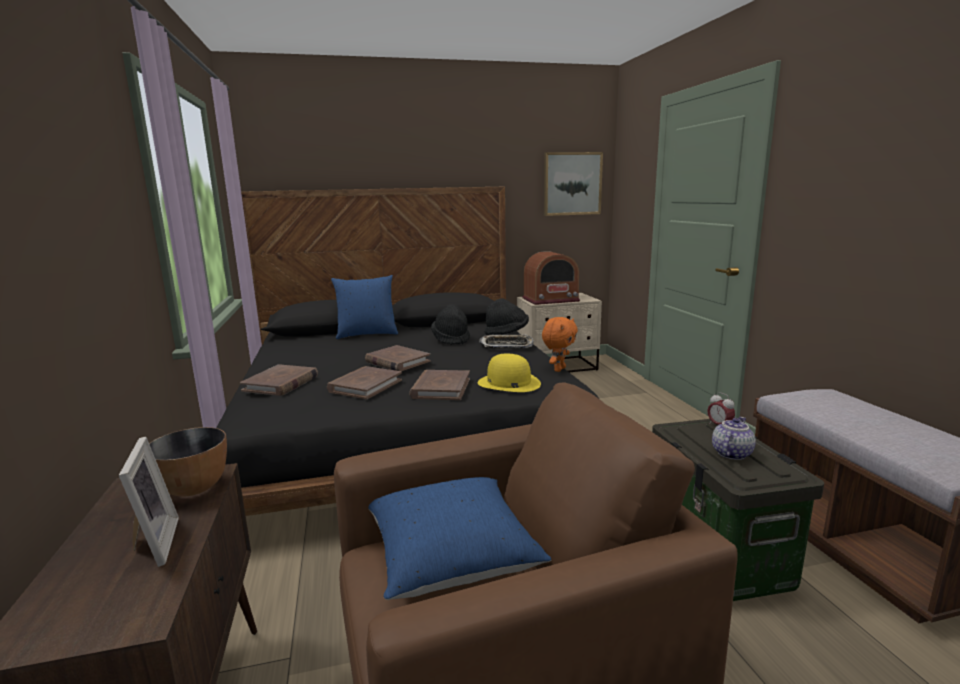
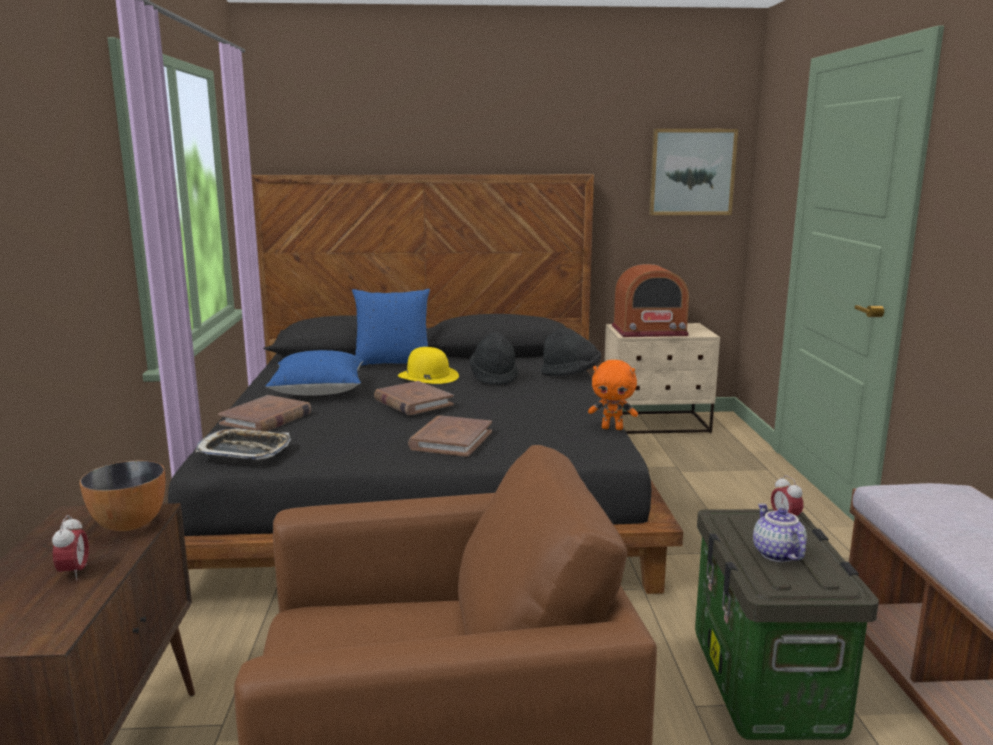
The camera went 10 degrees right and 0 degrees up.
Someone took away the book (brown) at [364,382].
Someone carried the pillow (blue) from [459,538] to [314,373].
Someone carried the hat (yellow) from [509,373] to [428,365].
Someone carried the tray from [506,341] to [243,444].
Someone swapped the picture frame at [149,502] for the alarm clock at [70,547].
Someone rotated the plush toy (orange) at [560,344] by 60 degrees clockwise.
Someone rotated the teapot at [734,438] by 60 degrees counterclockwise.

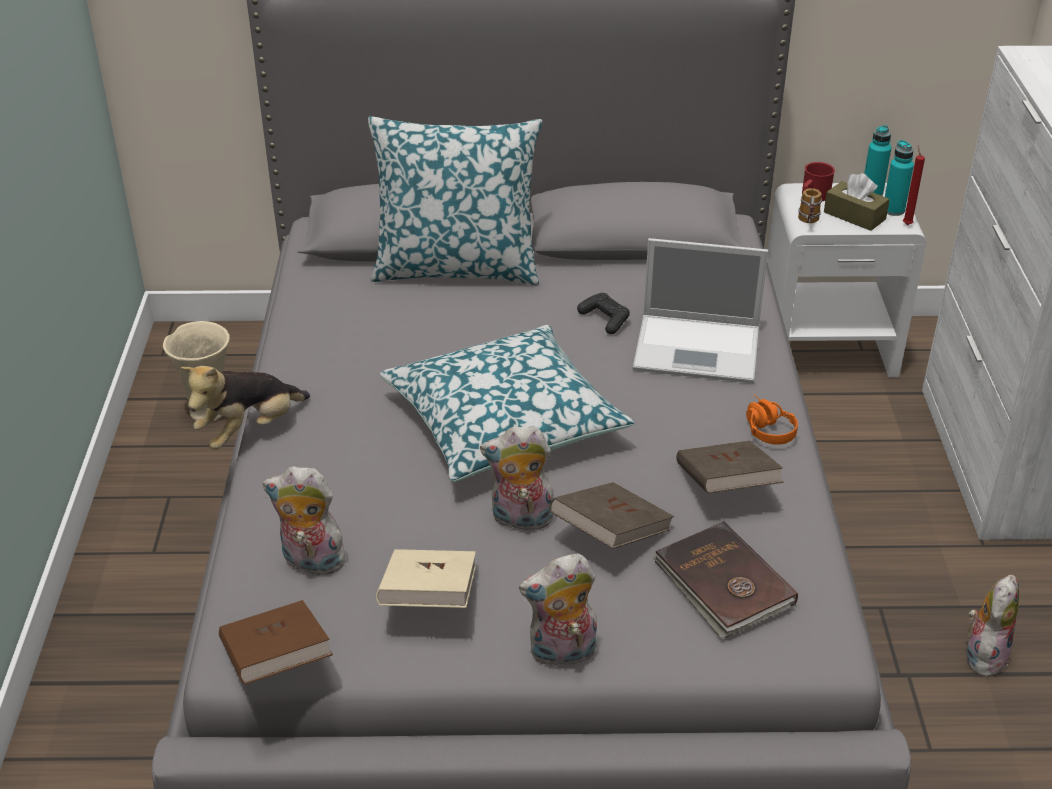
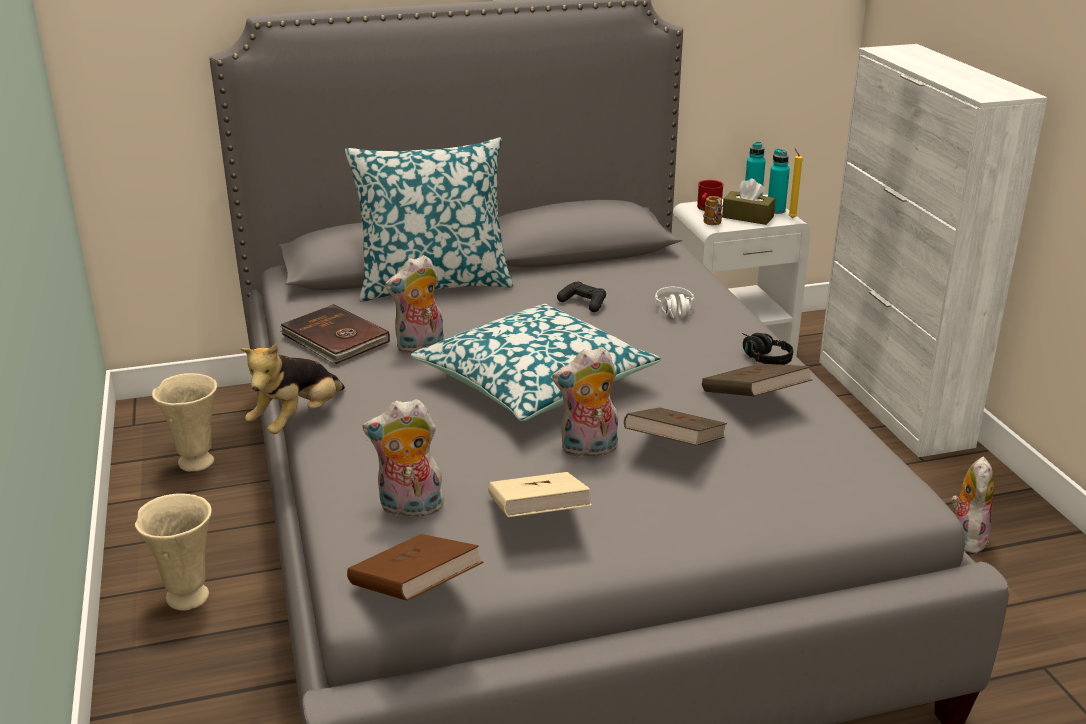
The camera went 15 degrees left and 10 degrees down.
Someone put down the vase (beige) at [173,552].
Someone carried the plush toy from [558,610] to [414,304].
Someone carried the book (brown) from [725,579] to [335,334].
Someone swapped the laptop at [700,310] for the headphones (white) at [674,302].
Someone repainted the headphones (orange) at [772,419], which became the headphones (black) at [767,349].
Someone repainted the candle (red) at [914,185], which became the candle (yellow) at [795,183].

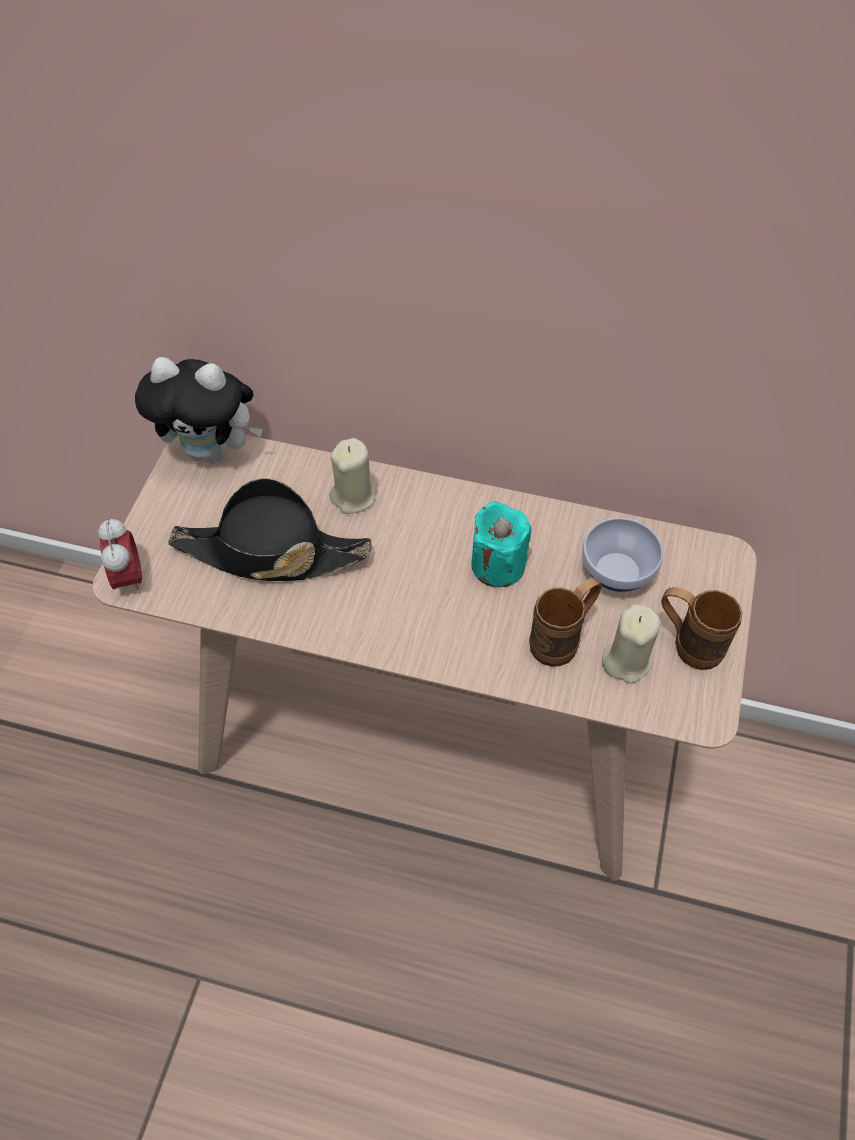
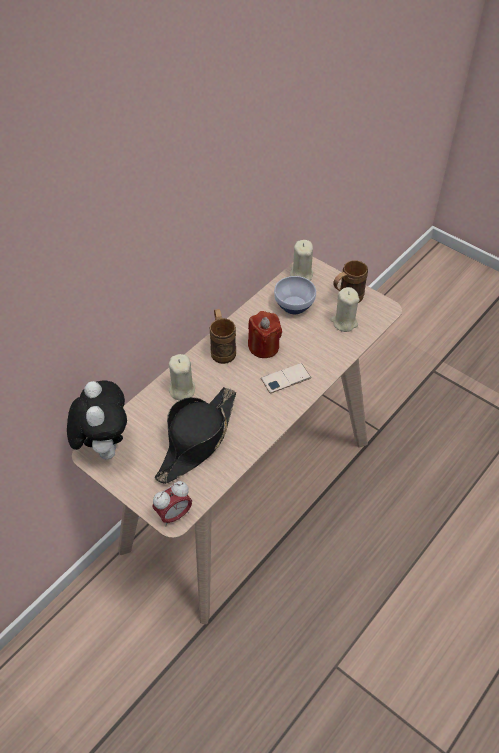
The camera went 65 degrees left and 5 degrees down.
Someone put down the phone at [286,378].
Someone put down the candle (beige) at [301,260].
Someone carried the mug (brown) from [565,622] to [223,336].
Someone repainted the candle (turquoise) at [501,544], which became the candle (red) at [265,334].
Someone rotated the alarm clock at [120,555] by 135 degrees clockwise.
Someone rotated the plush toy at [199,410] by 45 degrees counterclockwise.

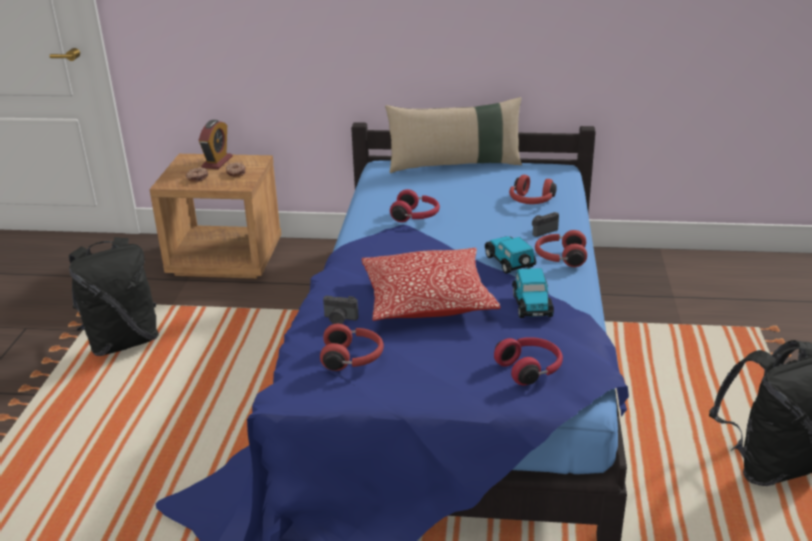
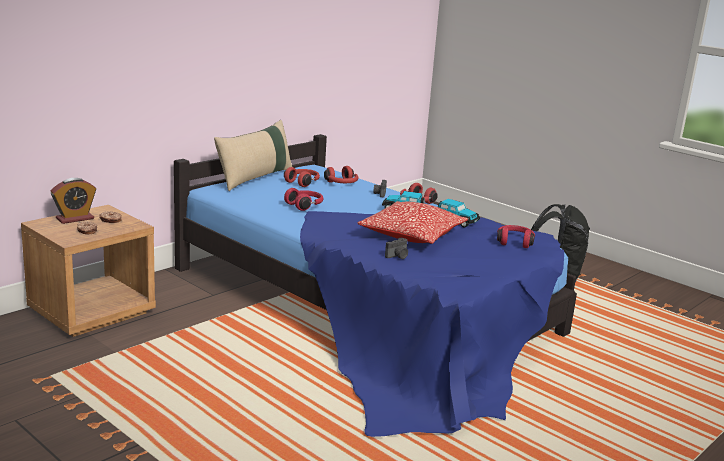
The camera went 55 degrees left and 10 degrees down.
Someone took away the backpack (black) at [114,296].
Someone carried the headphones (red) from [352,347] to [302,177].
Someone rotated the alarm clock at [215,144] by 90 degrees clockwise.

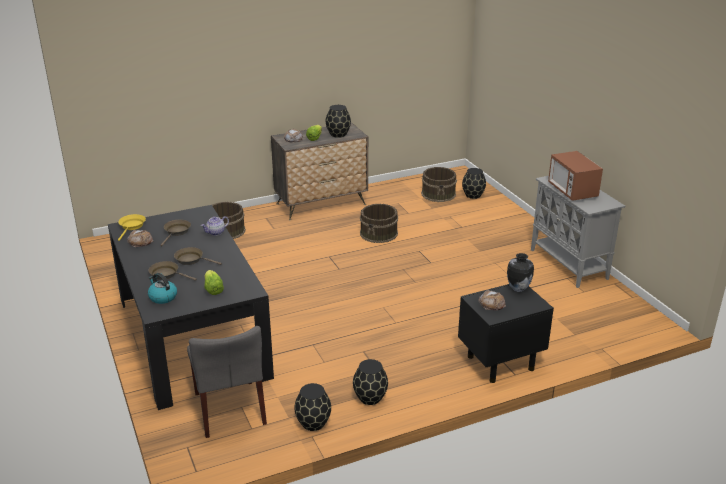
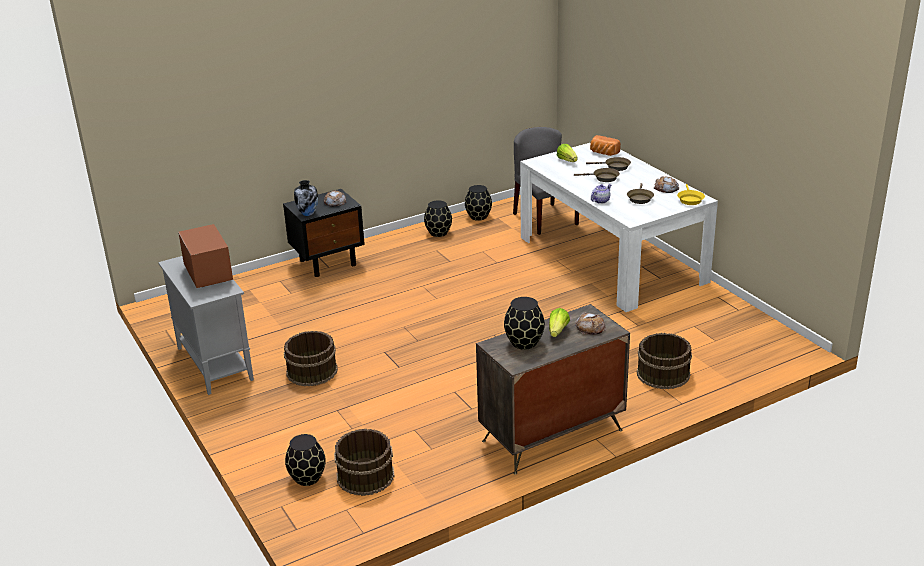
The camera went 175 degrees right and 0 degrees up.
Someone carried the bucket (brown) from [379,223] to [311,358].
Someone swapped the kettle at [162,288] for the bread at [605,145].
Someone repainted the dining table (black) at [191,307], which became the dining table (white) at [619,227].

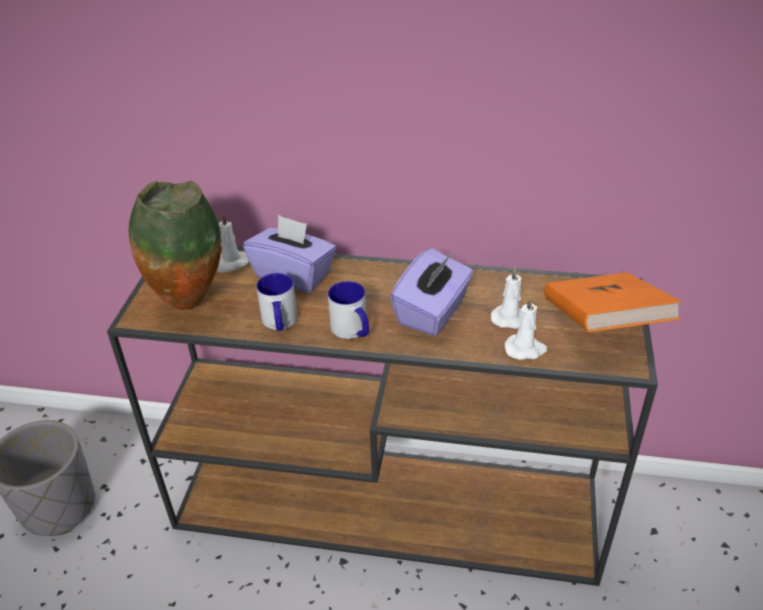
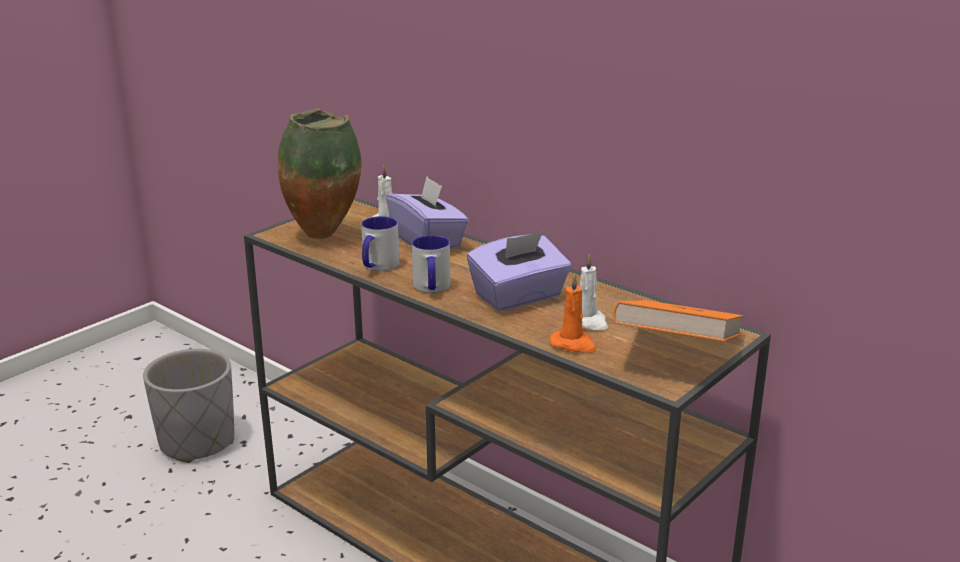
The camera went 30 degrees right and 15 degrees down.
Someone repainted the candle (white) at [525,328], which became the candle (orange) at [573,313].

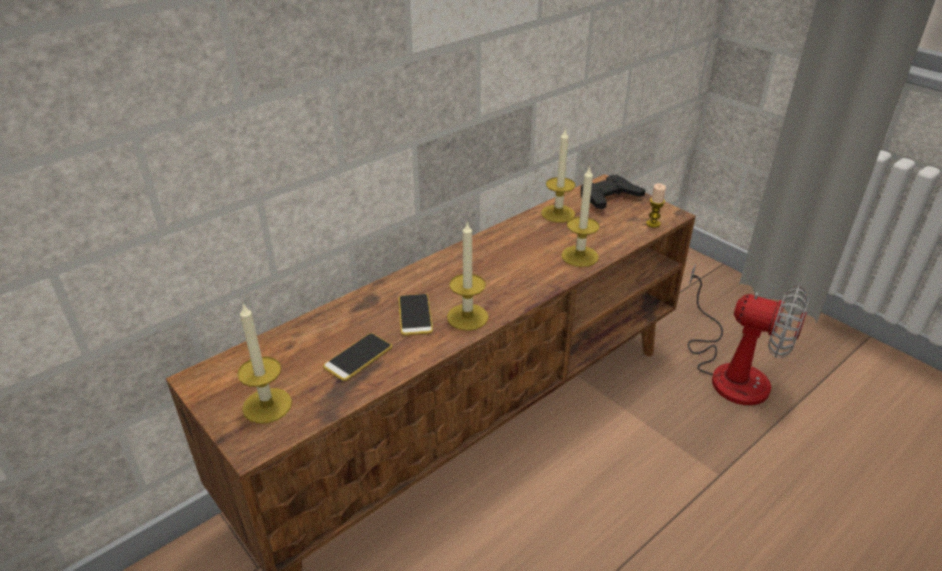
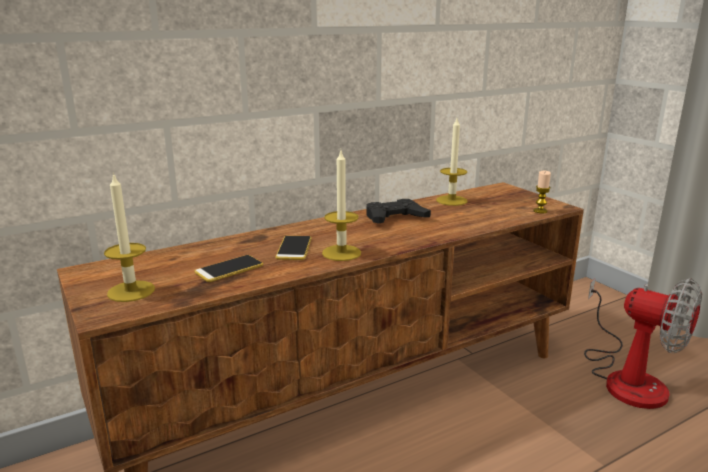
The camera went 10 degrees right and 15 degrees down.
Someone took away the candle at [580,216].
Someone carried the game controller (black) from [613,192] to [398,211].

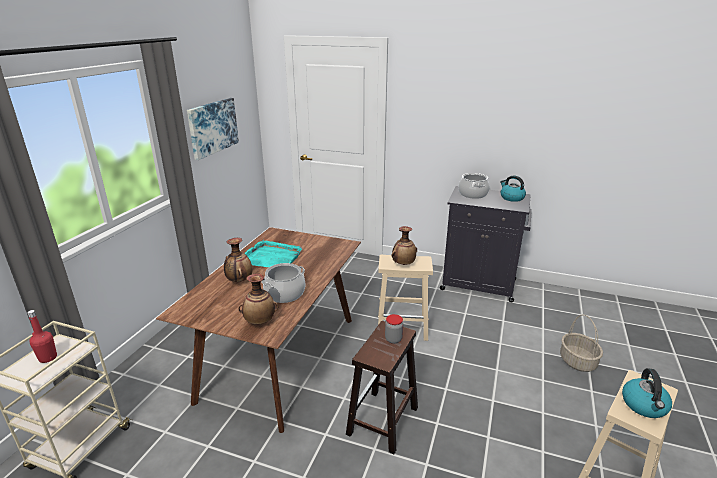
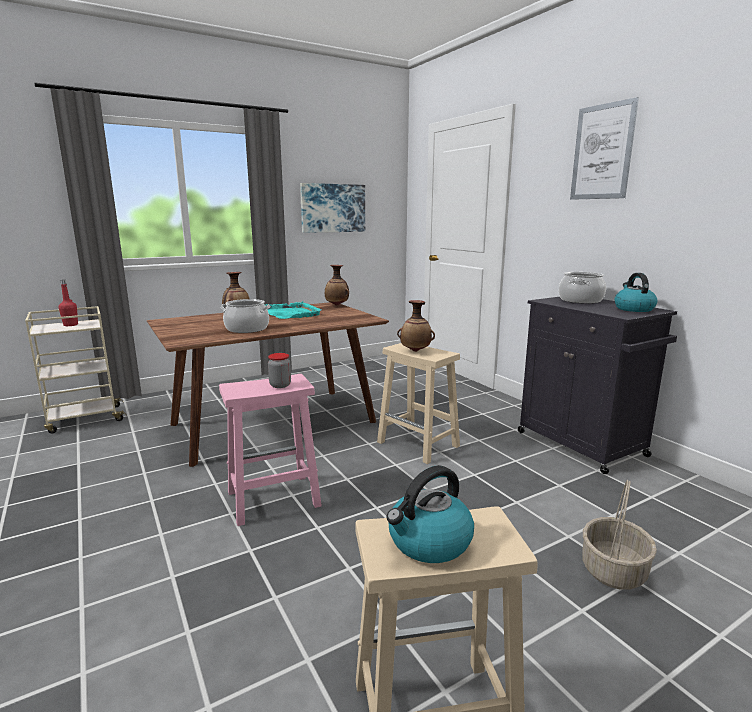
The camera went 40 degrees right and 10 degrees down.
Someone put up the picture at [604,148].
Someone carried the vase from [258,299] to [337,285].
Someone repainted the stool (brown) at [382,387], which became the stool (pink) at [270,450].

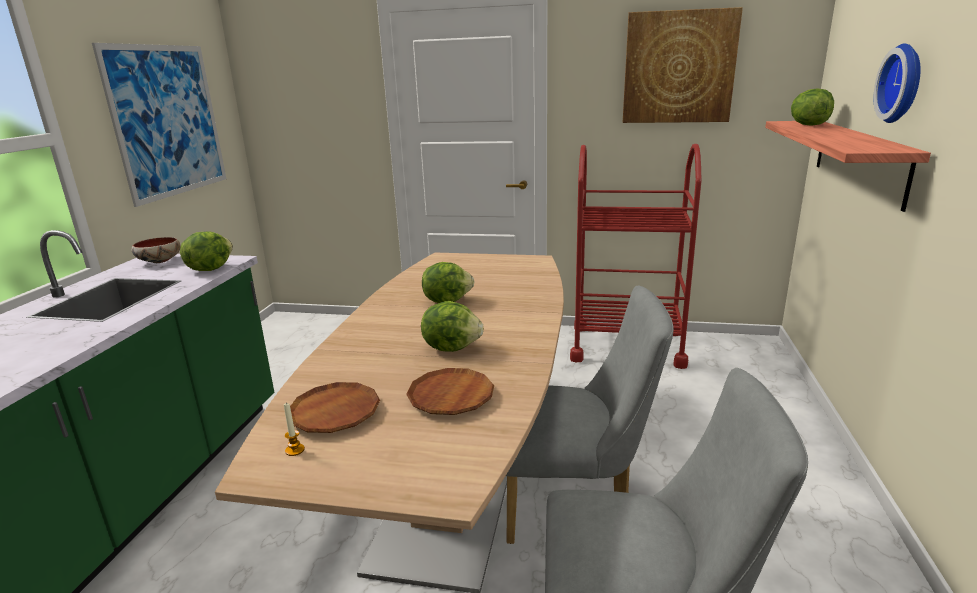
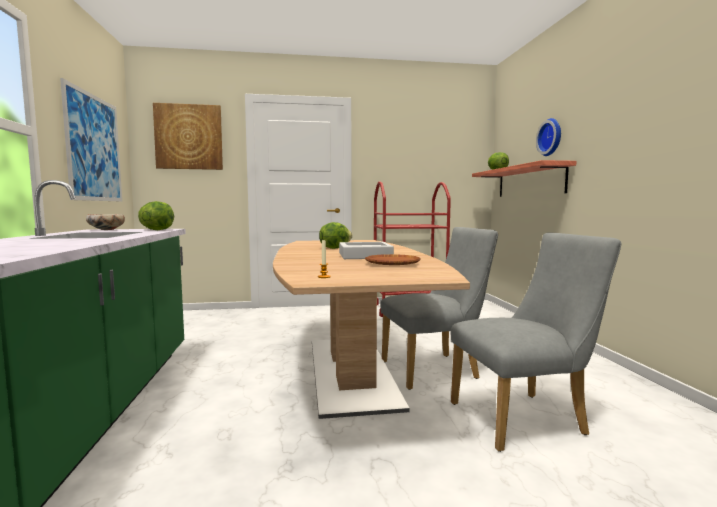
The camera went 20 degrees left and 15 degrees down.
Someone took away the plate (brown) at [335,407].
Someone carried the picture from [683,65] to [188,136].
Someone swapped the lettuce at [452,326] for the tray (grey) at [366,250].

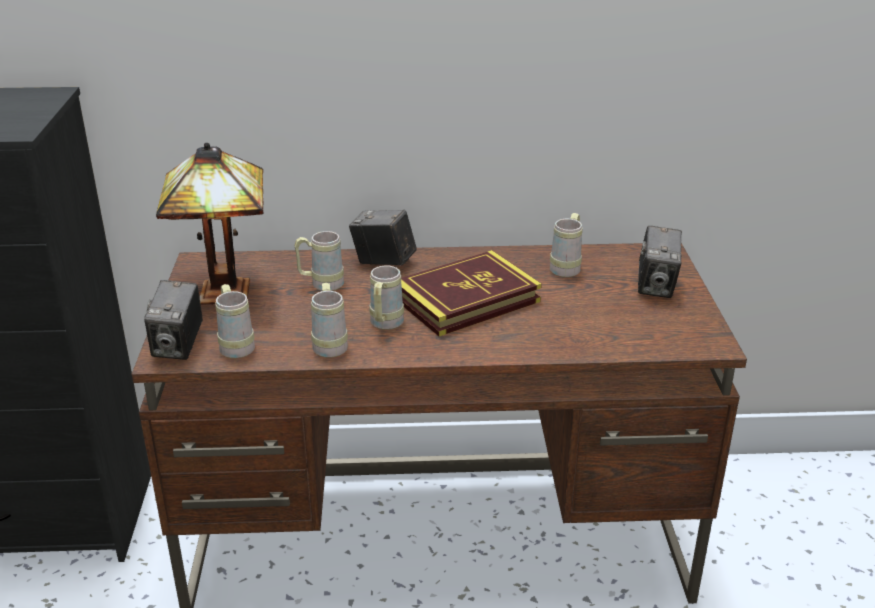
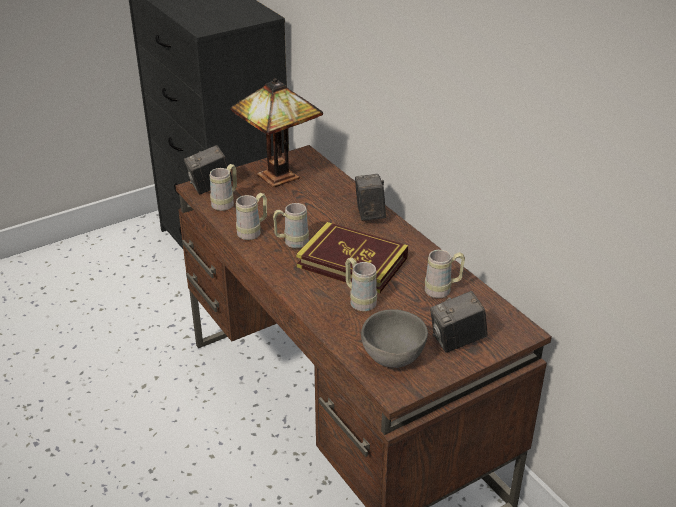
The camera went 60 degrees right and 5 degrees up.
Someone put down the bowl (grey) at [394,338].
Someone carried the mug (beige) from [319,261] to [361,284].

